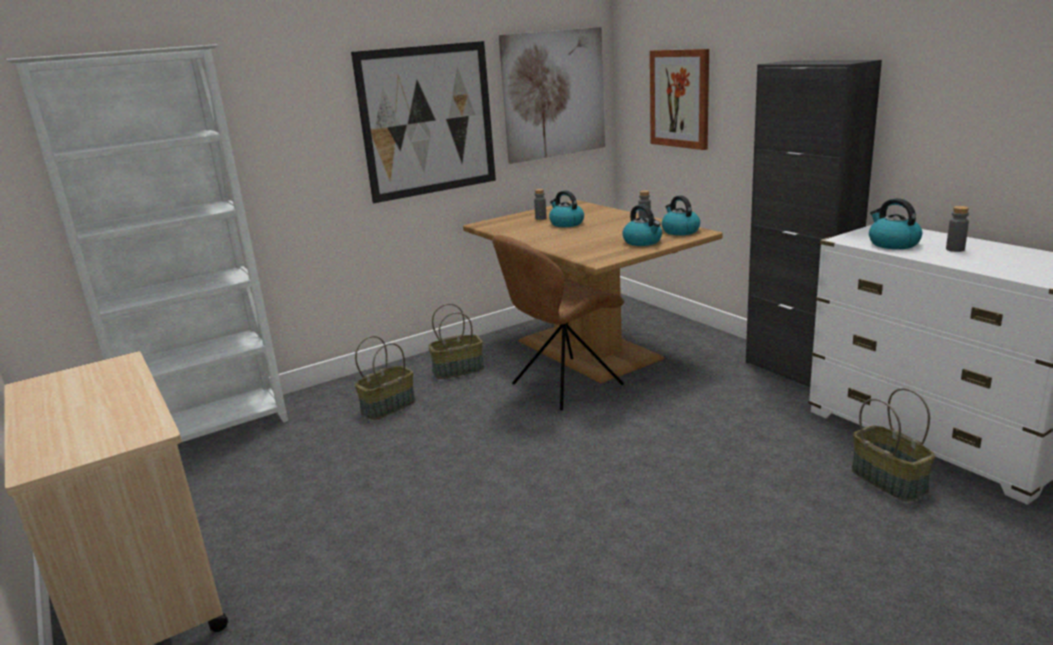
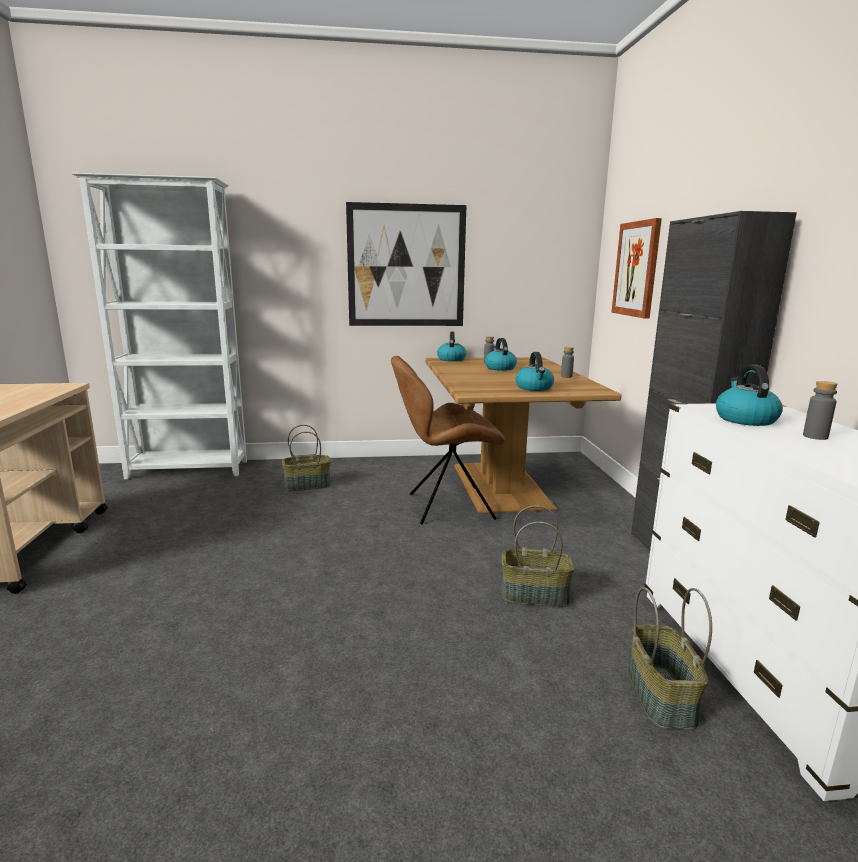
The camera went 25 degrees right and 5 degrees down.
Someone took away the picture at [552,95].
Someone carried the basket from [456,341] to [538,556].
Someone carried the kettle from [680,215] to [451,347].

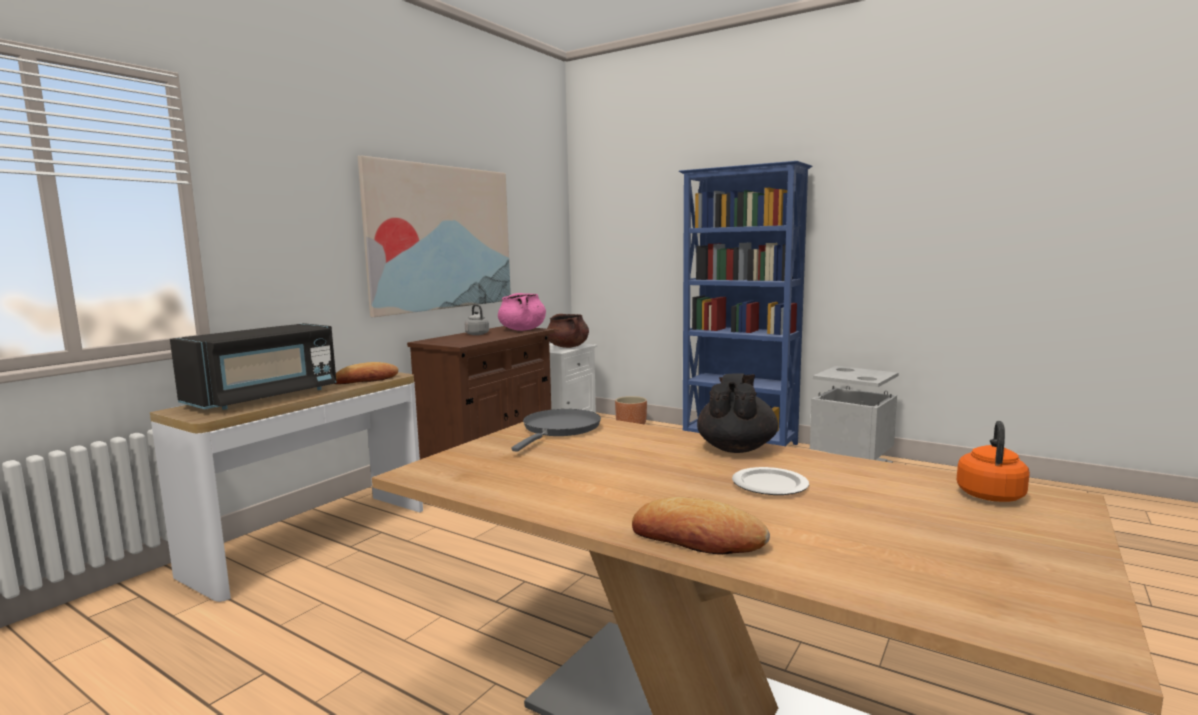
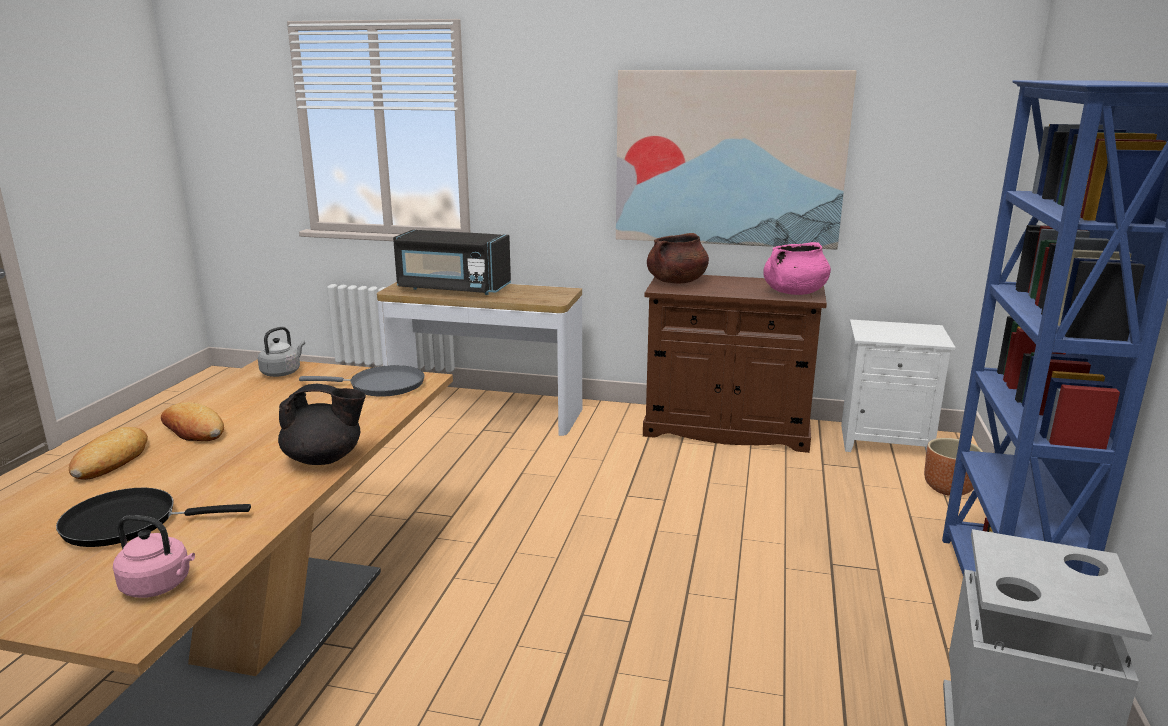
The camera went 70 degrees right and 10 degrees up.
Someone took away the plate at [770,481].
Someone put down the frying pan (black) at [153,517].
Someone carried the bread from [367,373] to [192,421].
Someone carried the kettle (grey) from [477,319] to [281,352].
Someone carried the cooking pot (brown) from [568,331] to [678,258].
Someone repainted the kettle (orange) at [993,461], which became the kettle (pink) at [154,556].

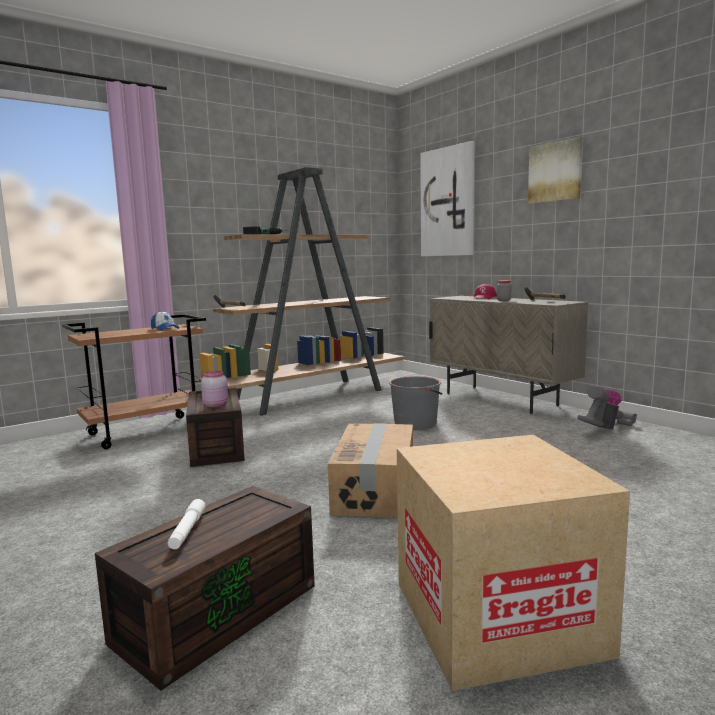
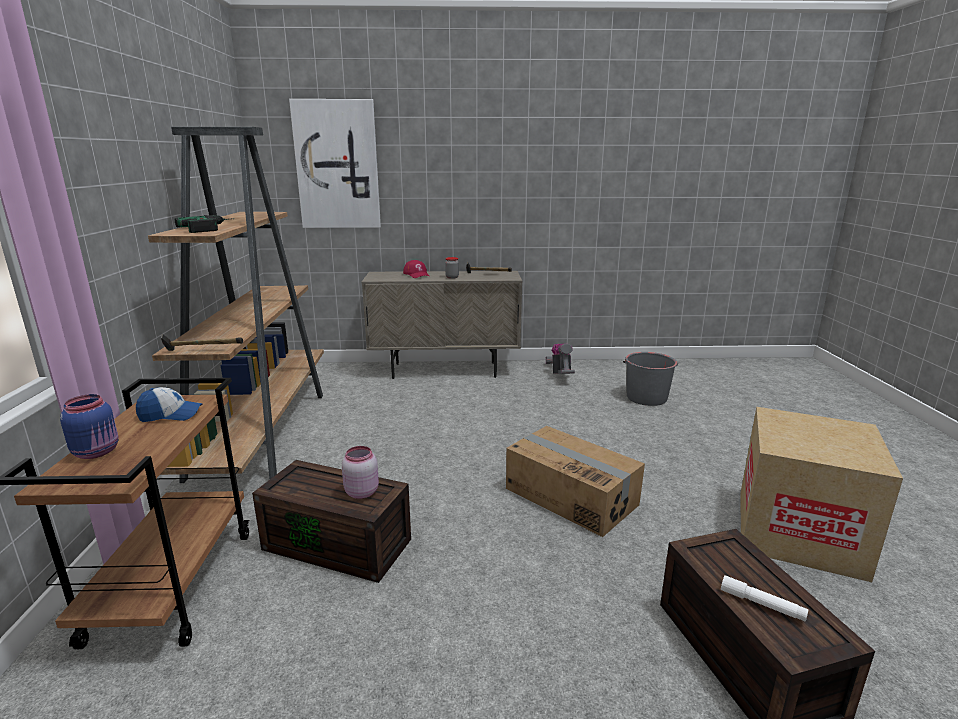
The camera went 55 degrees left and 10 degrees up.
Someone took away the picture at [555,170].
Someone put down the jar (blue) at [89,426].
Someone carried the bucket (grey) from [415,403] to [650,379].

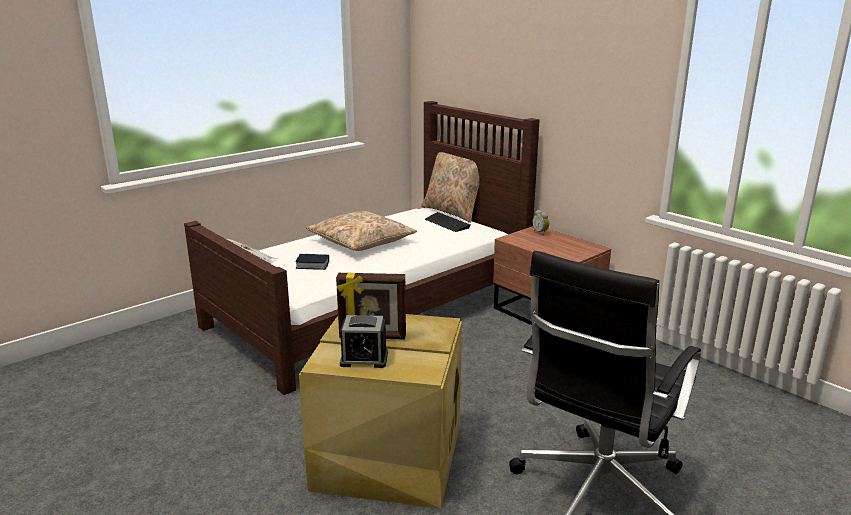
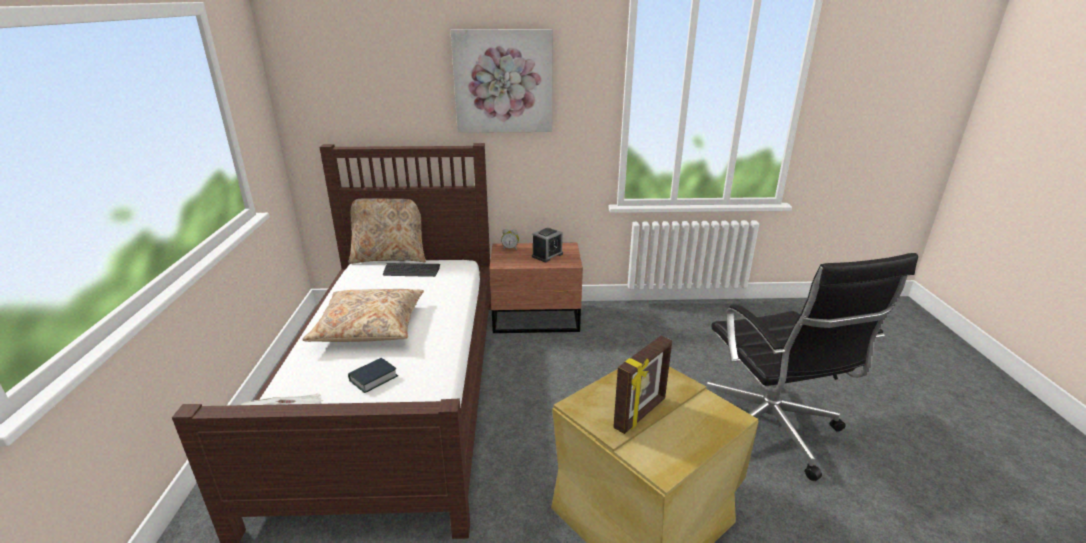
The camera went 50 degrees left and 5 degrees up.
Someone put up the picture at [502,81].
Someone carried the alarm clock from [364,341] to [547,244].

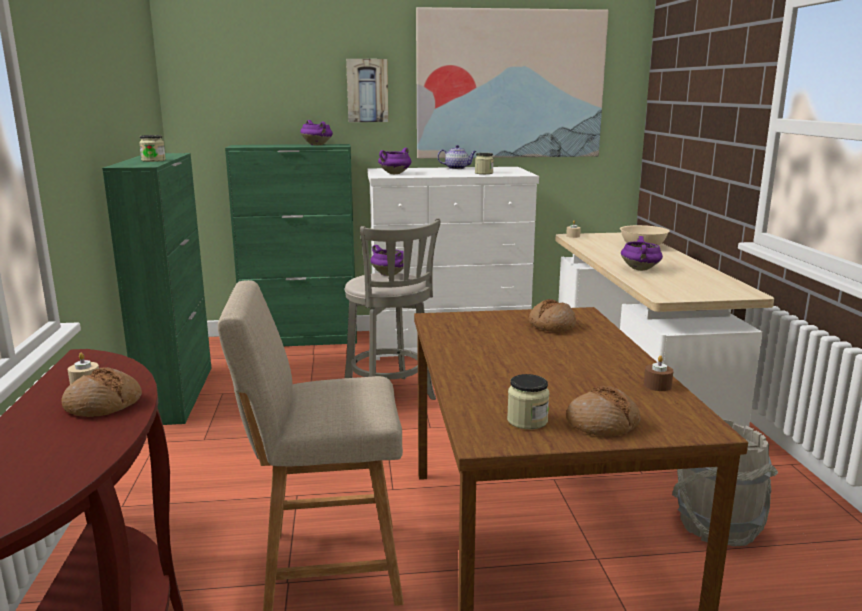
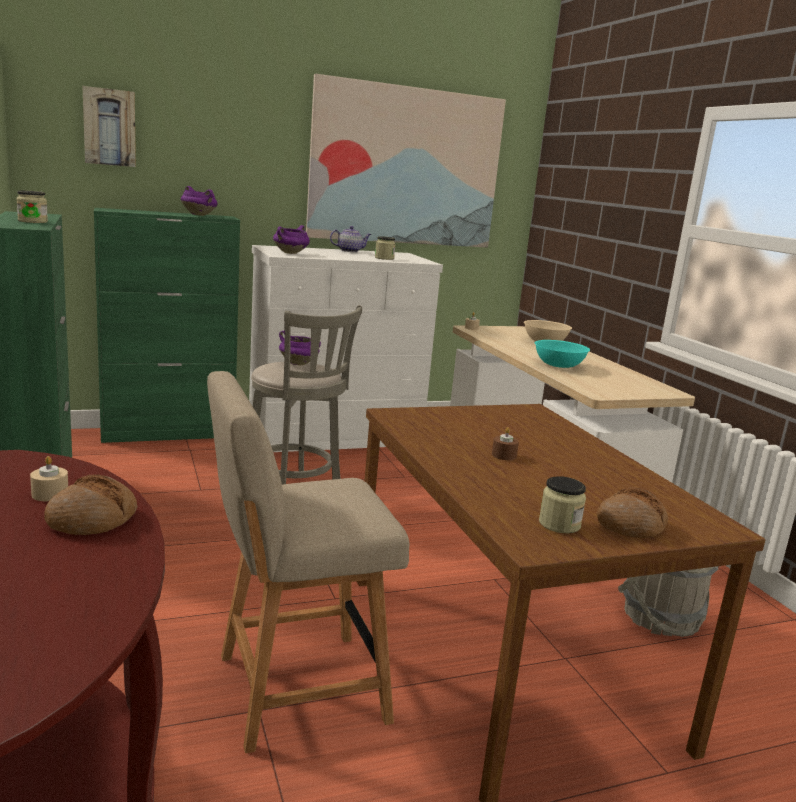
The camera went 15 degrees left and 0 degrees up.
Someone took away the bread at [552,316].
Someone carried the picture from [367,90] to [109,126].
Someone carried the candle (brown) from [658,373] to [505,443].
Someone swapped the cooking pot (purple) at [642,253] for the bowl (turquoise) at [562,354].

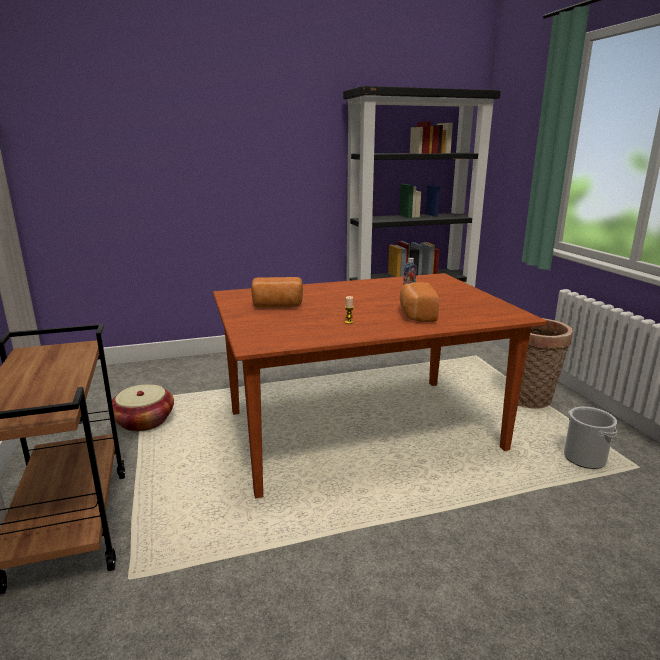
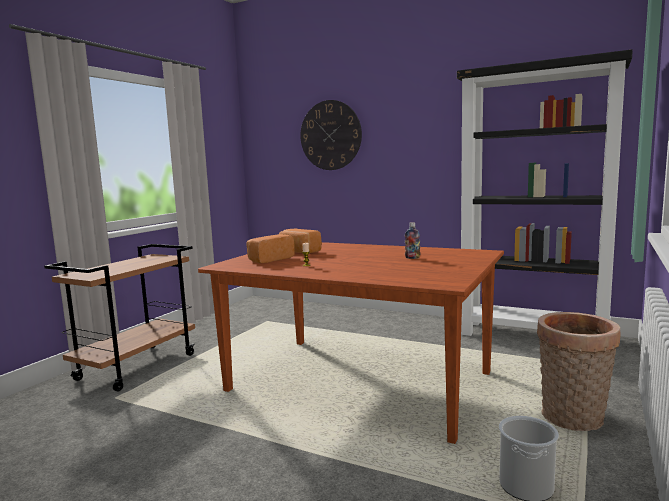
The camera went 45 degrees right and 10 degrees down.
Someone took away the basket at [143,408].
Someone put up the wall clock at [331,135].
Someone carried the bread from [419,302] to [270,248].

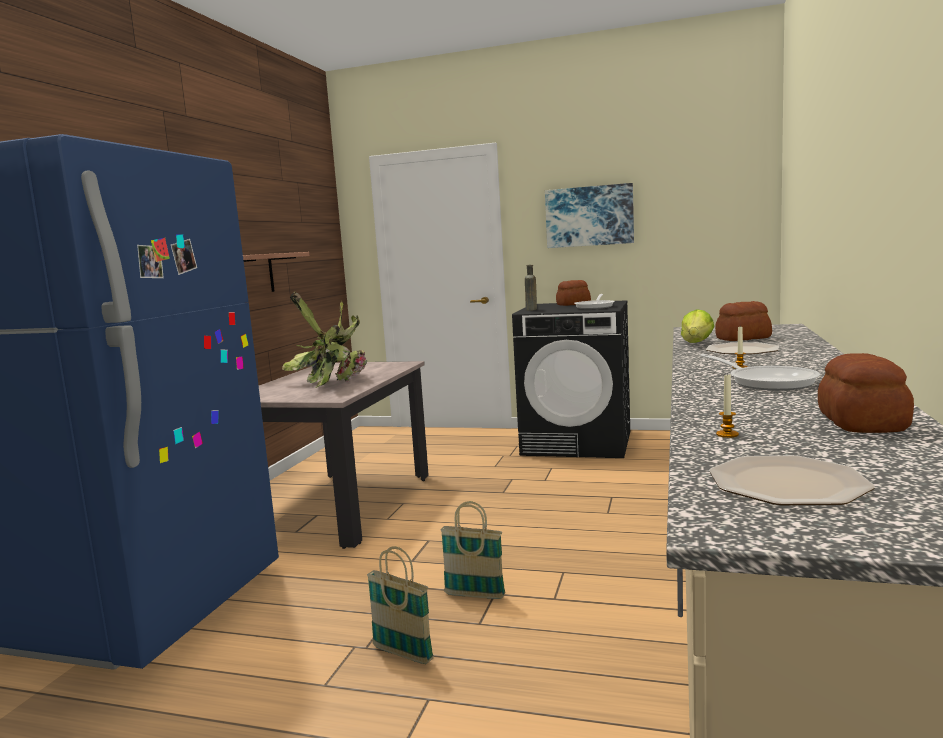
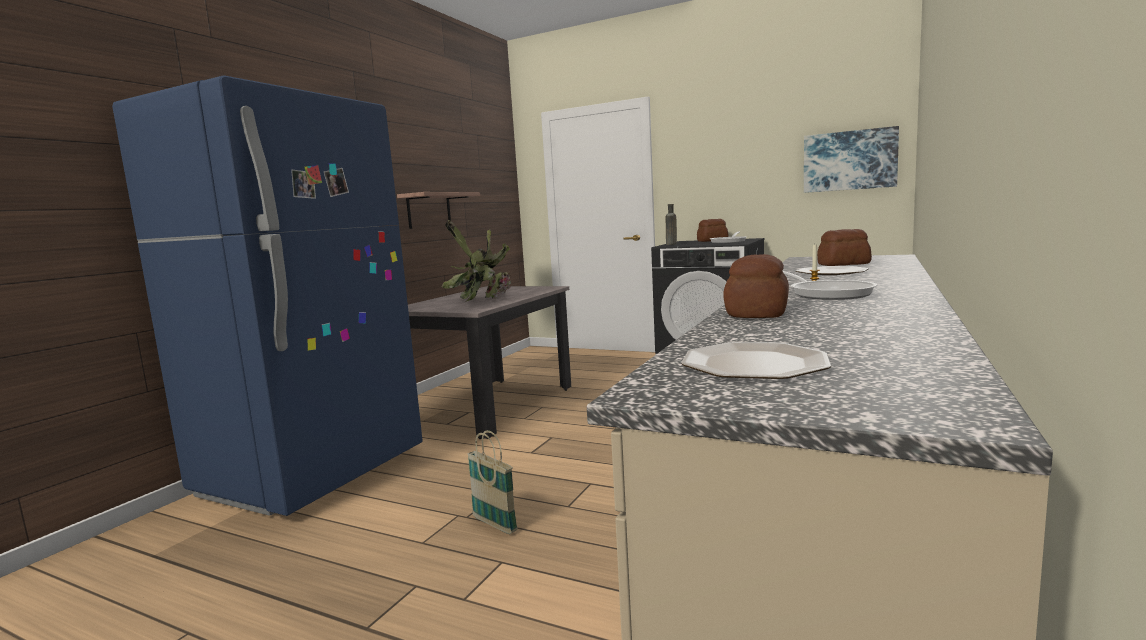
The camera went 10 degrees right and 0 degrees up.
Someone took away the basket at [473,550].
Someone took away the lettuce at [697,326].
Someone took away the candle at [727,405].
Someone carried the picture from [589,215] to [851,159].
Someone carried the bread from [866,393] to [756,286].

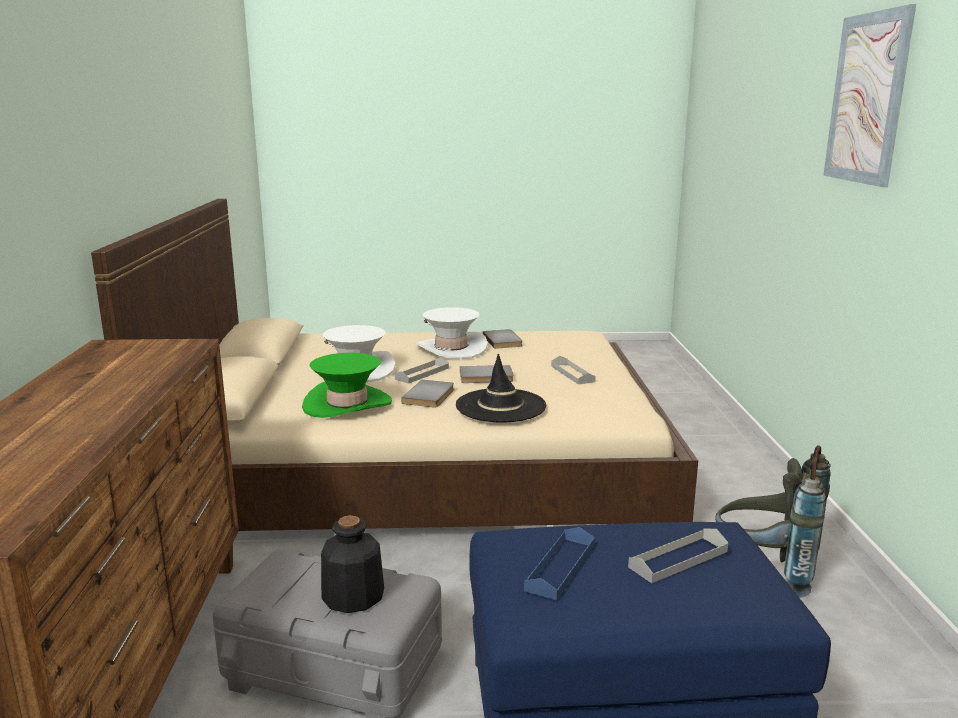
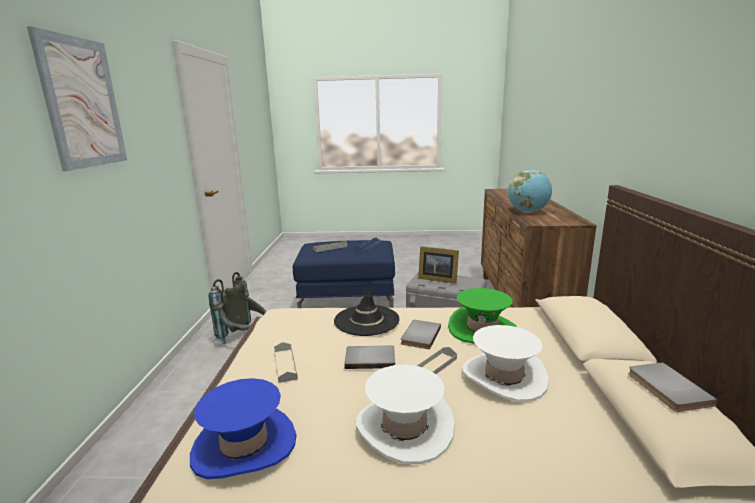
The camera went 175 degrees left and 0 degrees up.
Someone put down the hat (blue) at [243,428].
Someone put down the globe at [530,191].
Someone carried the book (grey) from [503,339] to [673,387].
Someone swapped the bottle at [352,564] for the picture frame at [438,265].

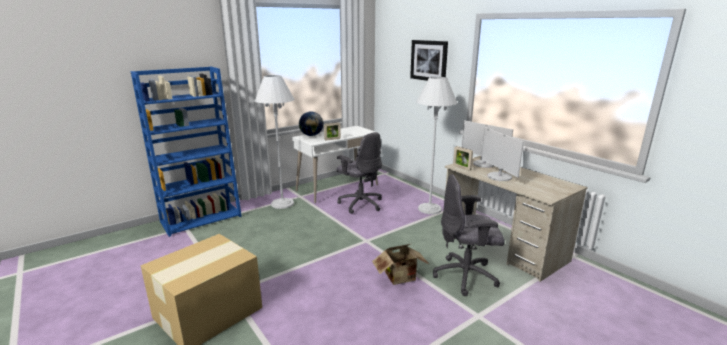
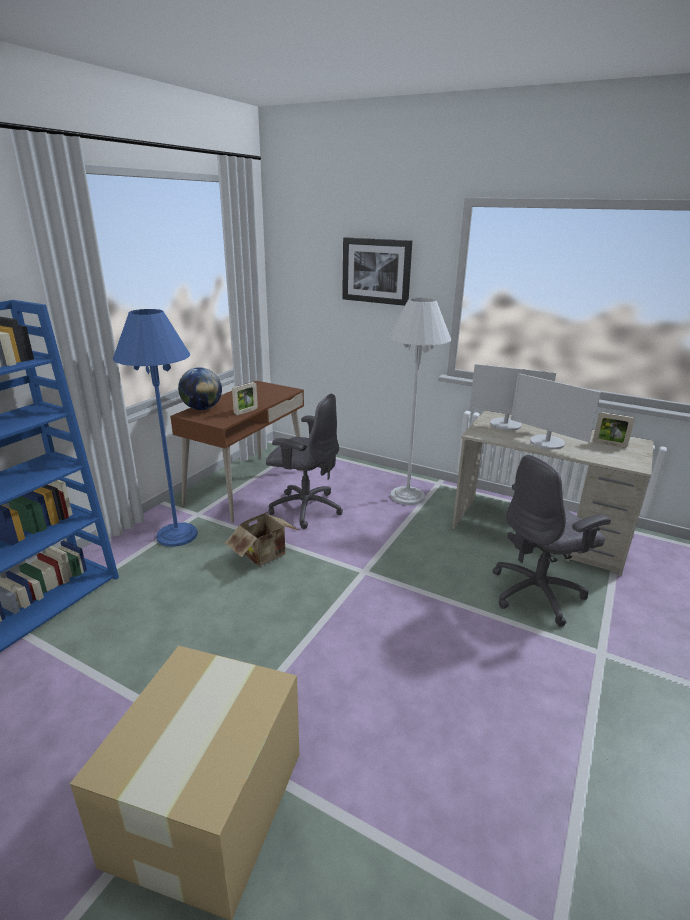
The camera went 25 degrees left and 5 degrees up.
Someone carried the cardboard box from [401,264] to [262,537].
Someone carried the picture frame from [463,158] to [613,430].
Someone repainted the floor lamp (white) at [274,142], which became the floor lamp (blue) at [155,428].
Someone repainted the desk (white) at [335,164], which became the desk (brown) at [237,451].

